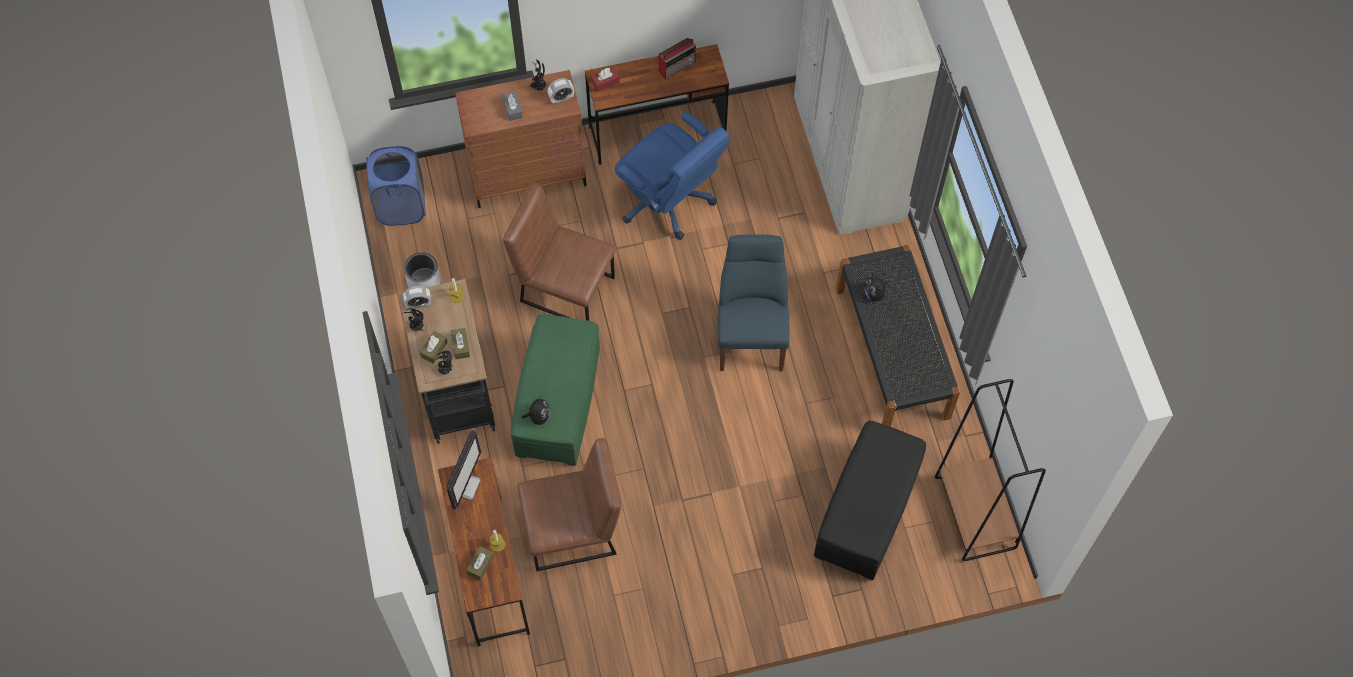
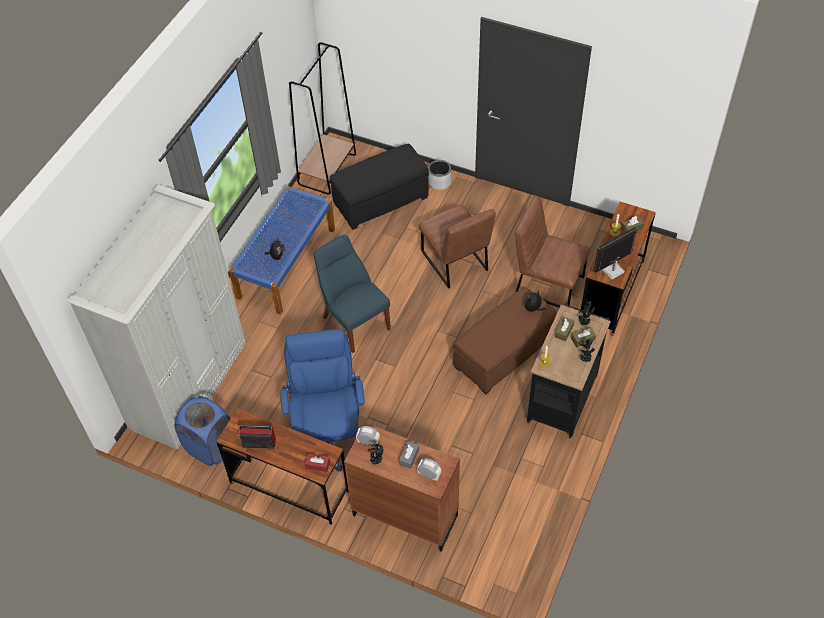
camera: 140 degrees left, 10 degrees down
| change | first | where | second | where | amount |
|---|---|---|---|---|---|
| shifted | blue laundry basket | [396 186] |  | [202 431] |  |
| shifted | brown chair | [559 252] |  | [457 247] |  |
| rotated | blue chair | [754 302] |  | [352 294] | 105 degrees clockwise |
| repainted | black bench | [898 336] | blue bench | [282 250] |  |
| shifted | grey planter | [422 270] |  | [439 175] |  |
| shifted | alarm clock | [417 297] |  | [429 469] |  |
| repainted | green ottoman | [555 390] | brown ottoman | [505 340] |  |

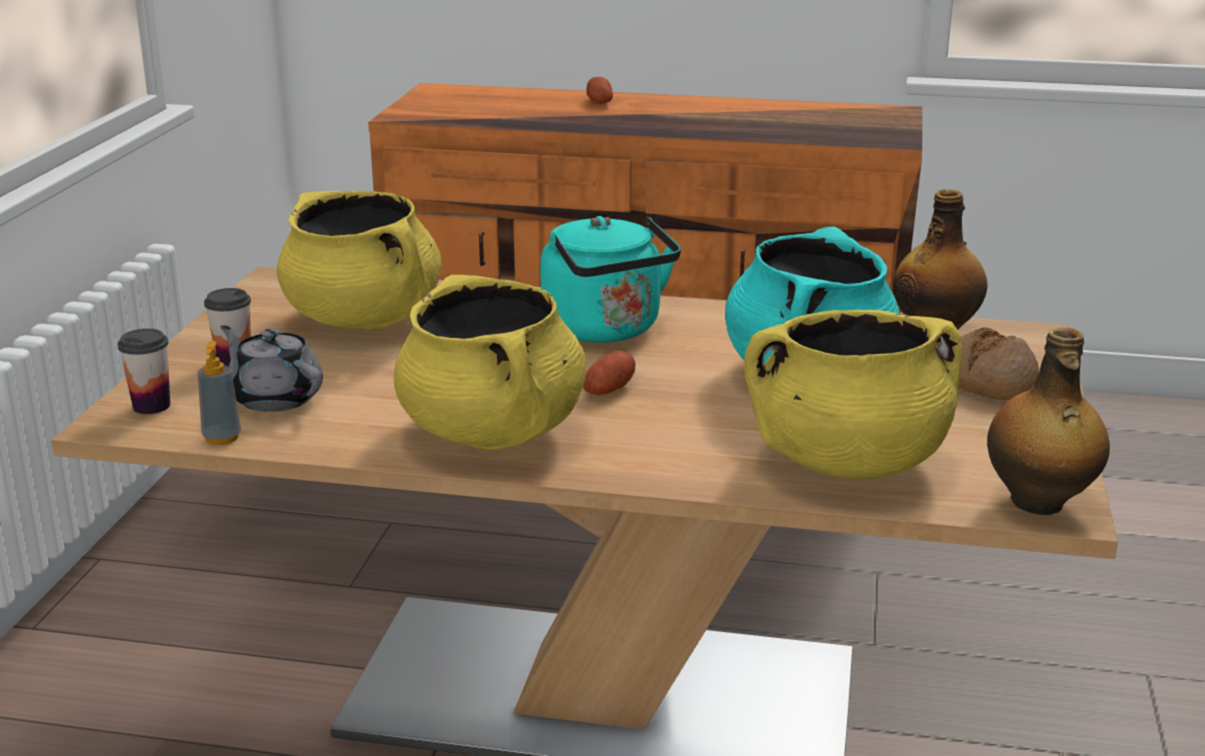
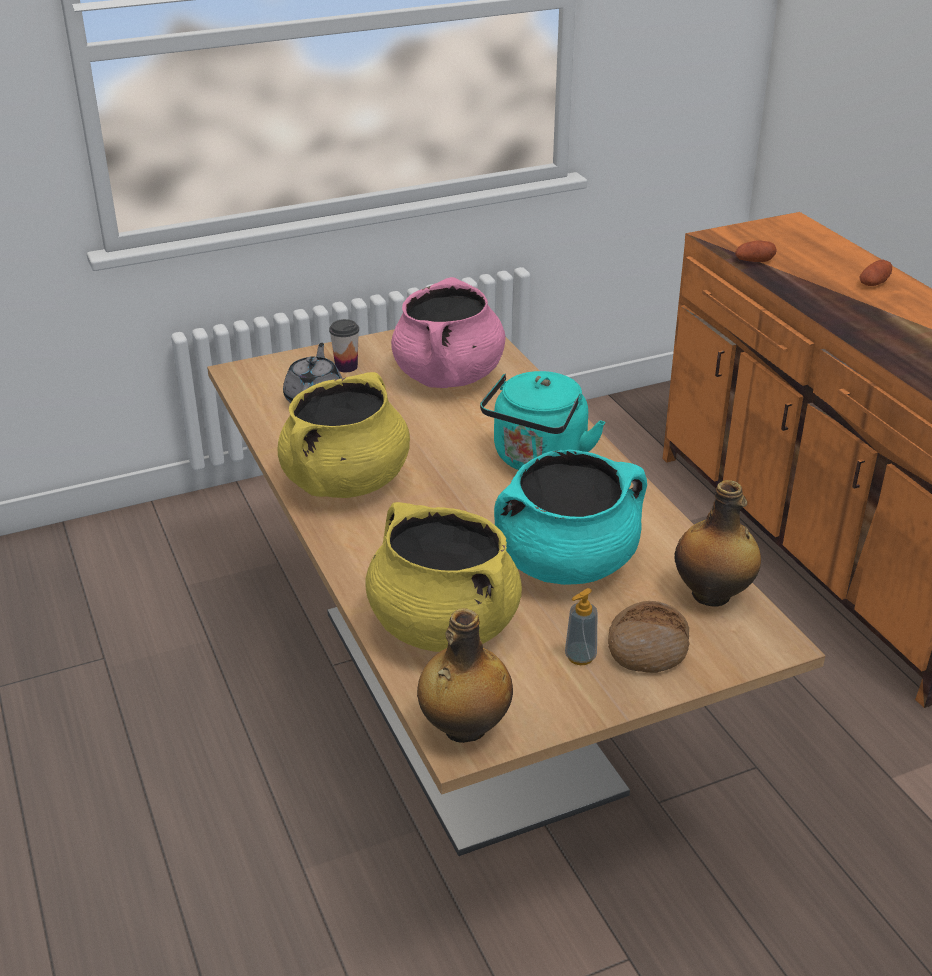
camera: 55 degrees right, 10 degrees up
| change | first | where | second | where | amount |
|---|---|---|---|---|---|
| repainted | yellow cooking pot | [359 260] | pink cooking pot | [448 332] |  |
| gone | cup | [144 371] |  |  |  |
| shifted | soap dispenser | [219 393] |  | [581 626] |  |
| shifted | potato | [609 373] |  | [756 251] |  |

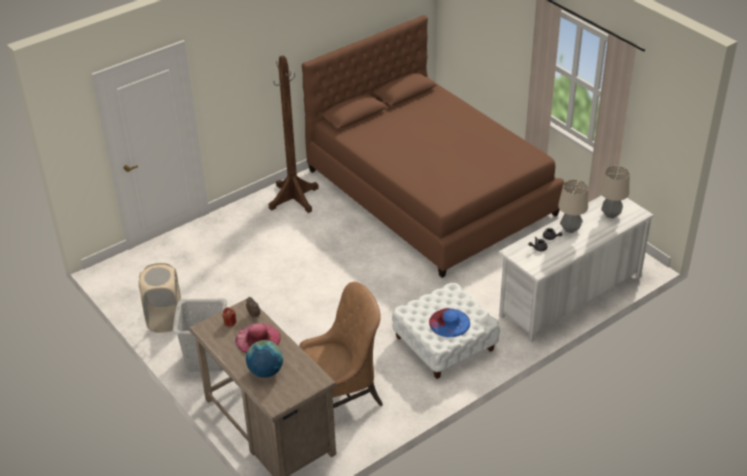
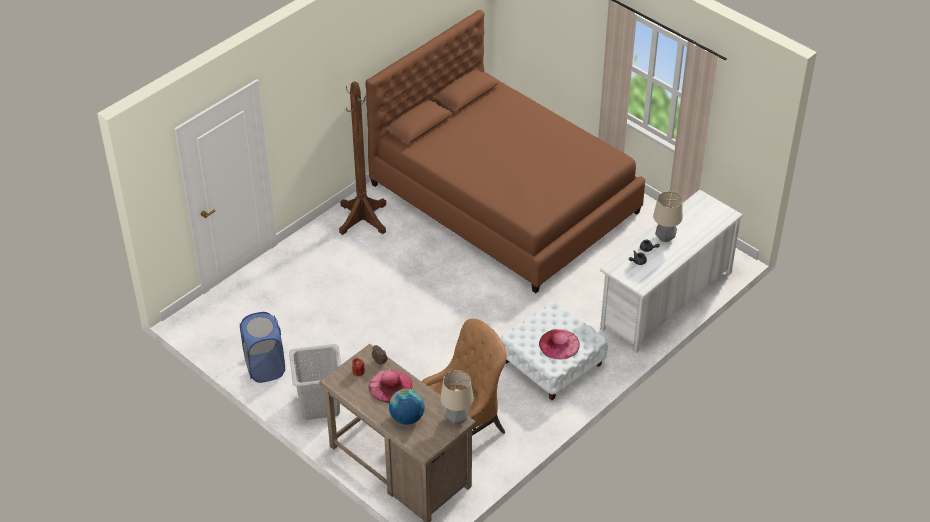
camera: 10 degrees left, 5 degrees up
| change | first | where | second | where | amount |
|---|---|---|---|---|---|
| shifted | table lamp | [615 192] |  | [457 397] |  |
| repainted | beige laundry basket | [160 298] | blue laundry basket | [262 347] |  |
| repainted | blue hat | [449 323] | pink hat | [559 344] |  |

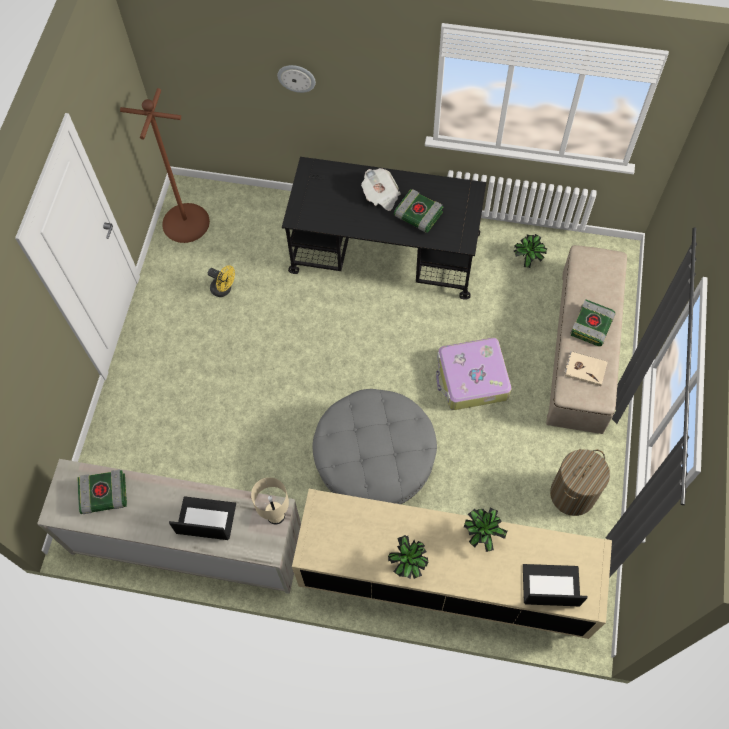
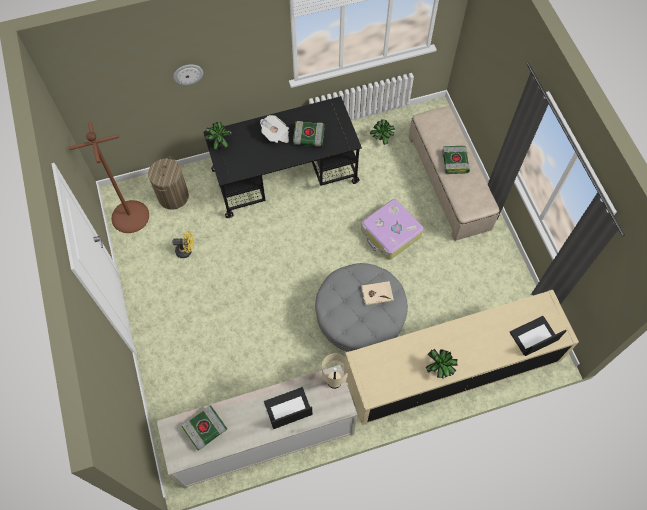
camera: 30 degrees left, 0 degrees up
| change | first | where | second | where | amount |
|---|---|---|---|---|---|
| shifted | beige book | [586 368] |  | [377 293] |  |
| shifted | laundry basket | [580 482] |  | [168 183] |  |
| shifted | potted plant | [485 529] |  | [218 136] |  |

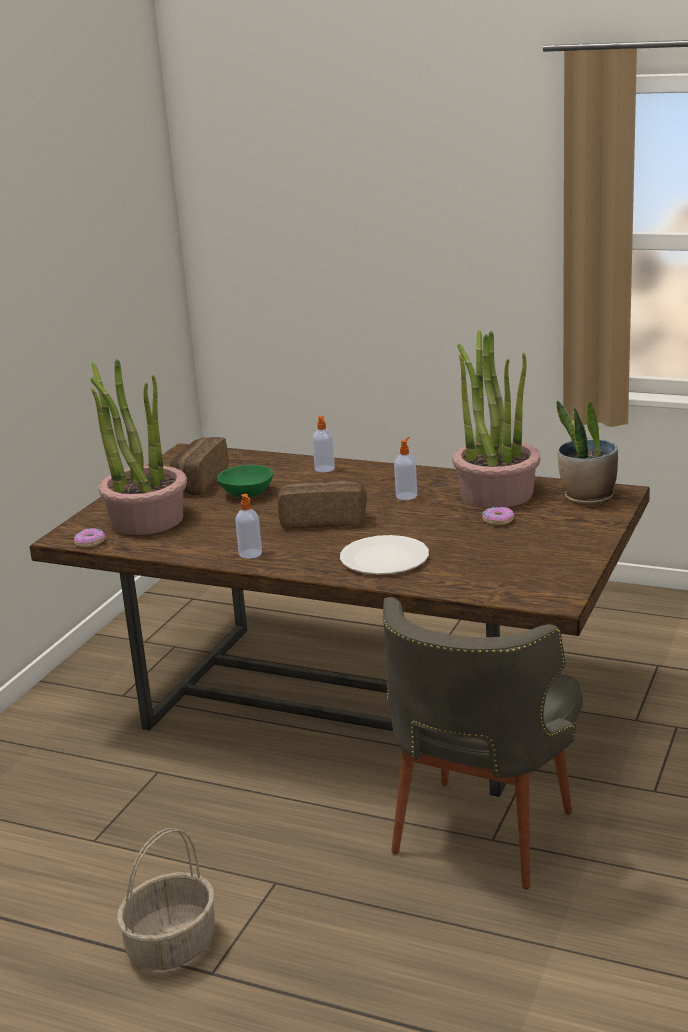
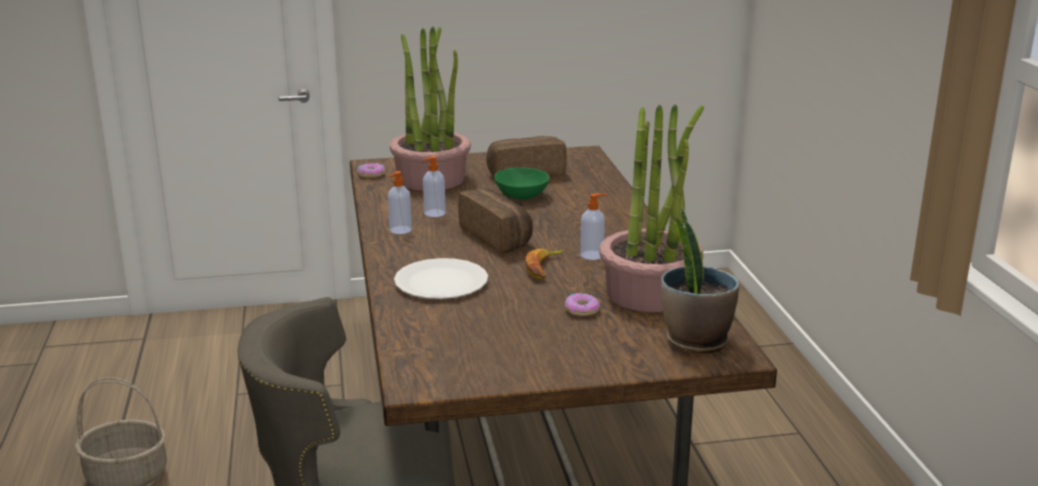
camera: 55 degrees right, 0 degrees up
| change | first | where | second | where | amount |
|---|---|---|---|---|---|
| shifted | soap dispenser | [323 444] |  | [434 186] |  |
| new |  |  | banana | [546 264] |  |

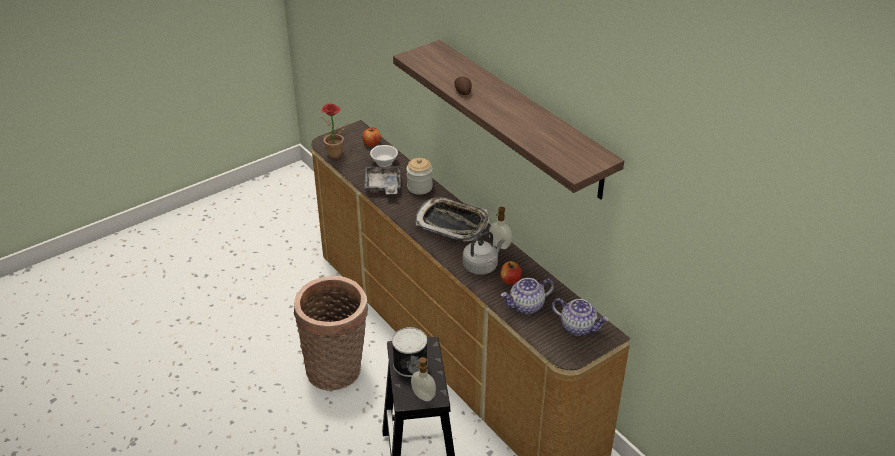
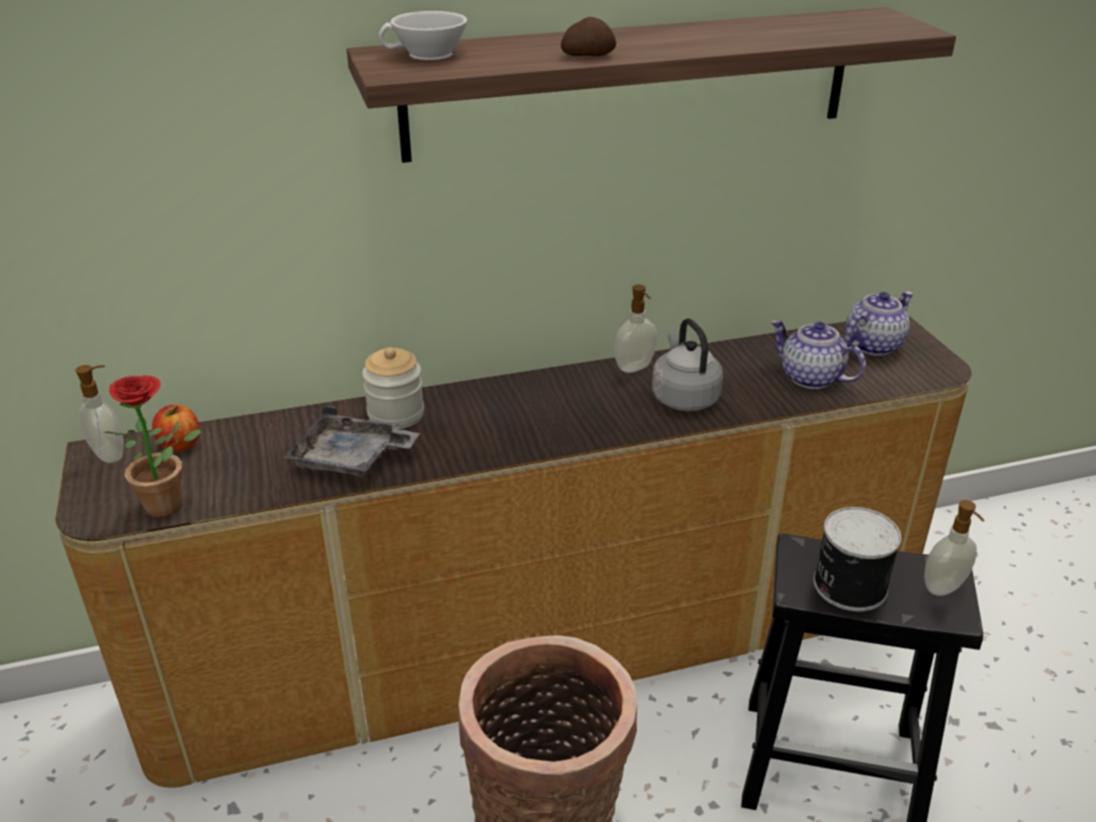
camera: 70 degrees left, 5 degrees down
| change | first | where | second | where | amount |
|---|---|---|---|---|---|
| shifted | white cup | [384 156] |  | [423 35] |  |
| gone | tray | [452 219] |  |  |  |
| gone | apple | [511 273] |  |  |  |
| rotated | teapot | [527 296] |  | [818 354] | 135 degrees clockwise |
| new |  |  | soap dispenser | [99 414] |  |

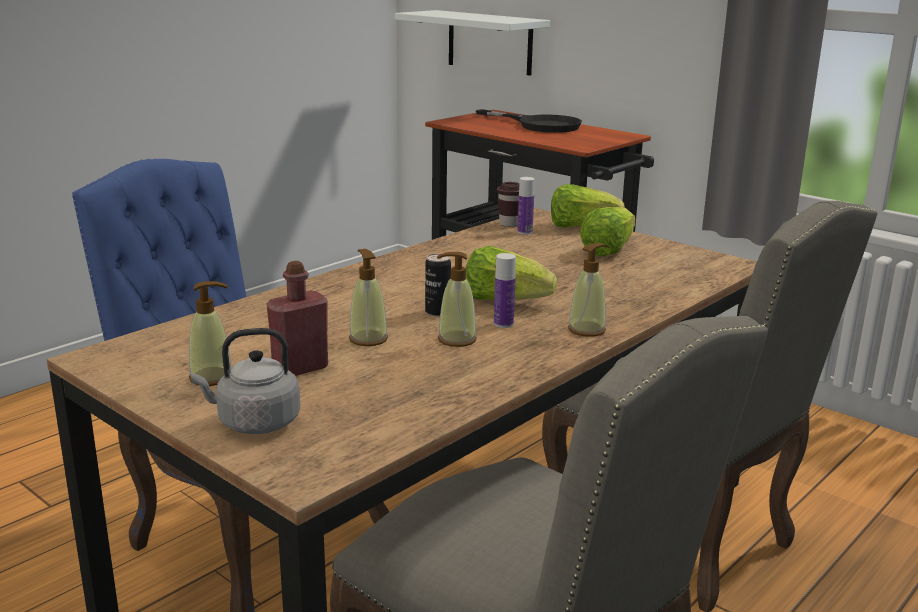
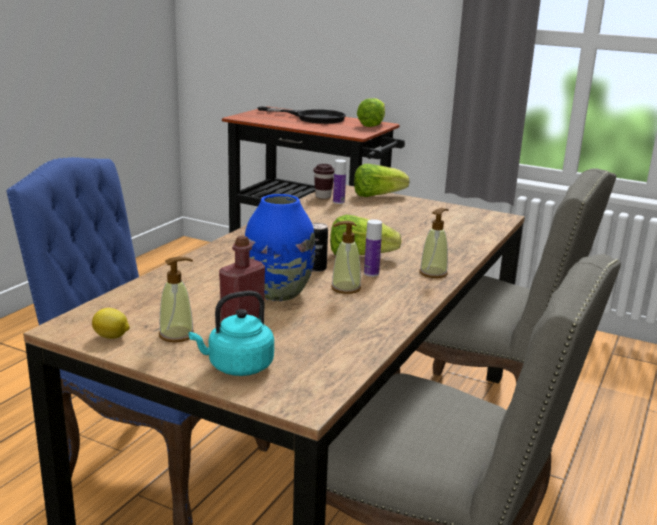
camera: 15 degrees left, 0 degrees up
| change | first | where | second | where | amount |
|---|---|---|---|---|---|
| gone | white shelf | [472 43] |  |  |  |
| shifted | lettuce | [607 231] |  | [371 112] |  |
| swapped | soap dispenser | [368 297] | blue vase | [280 247] |  |
| repainted | grey kettle | [245 381] | turquoise kettle | [231 333] |  |
| new |  |  | lemon | [111 323] |  |

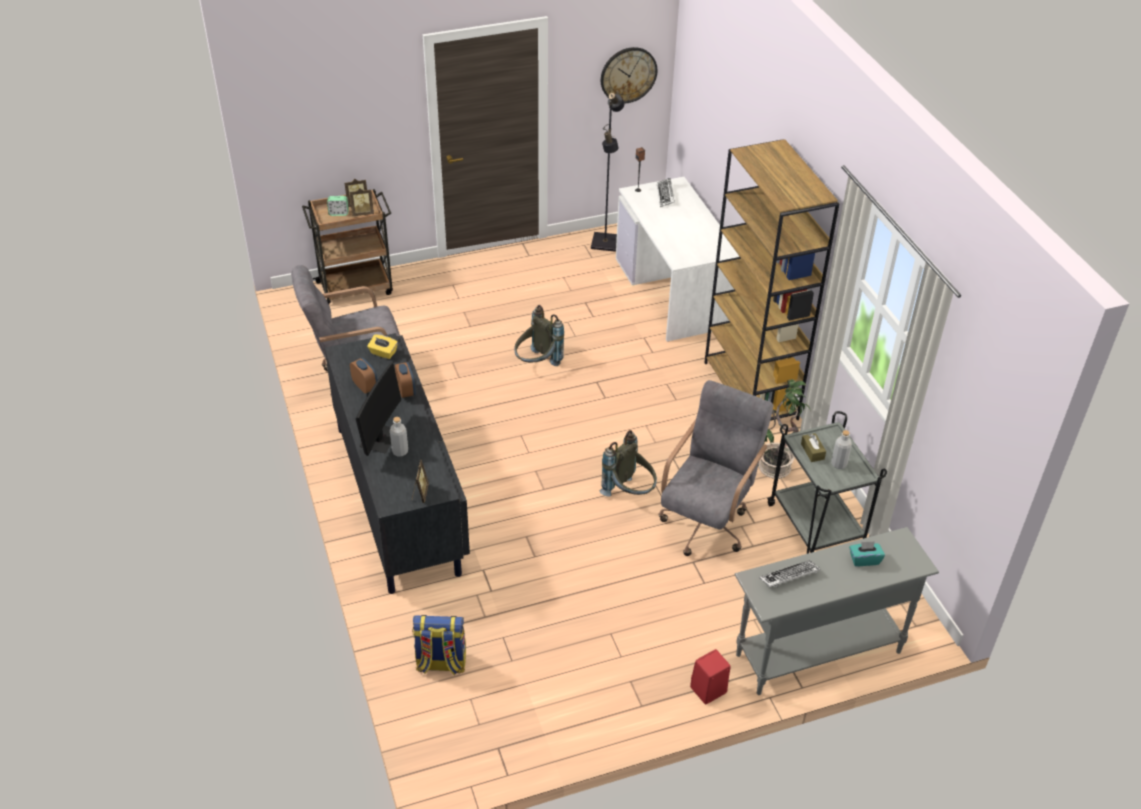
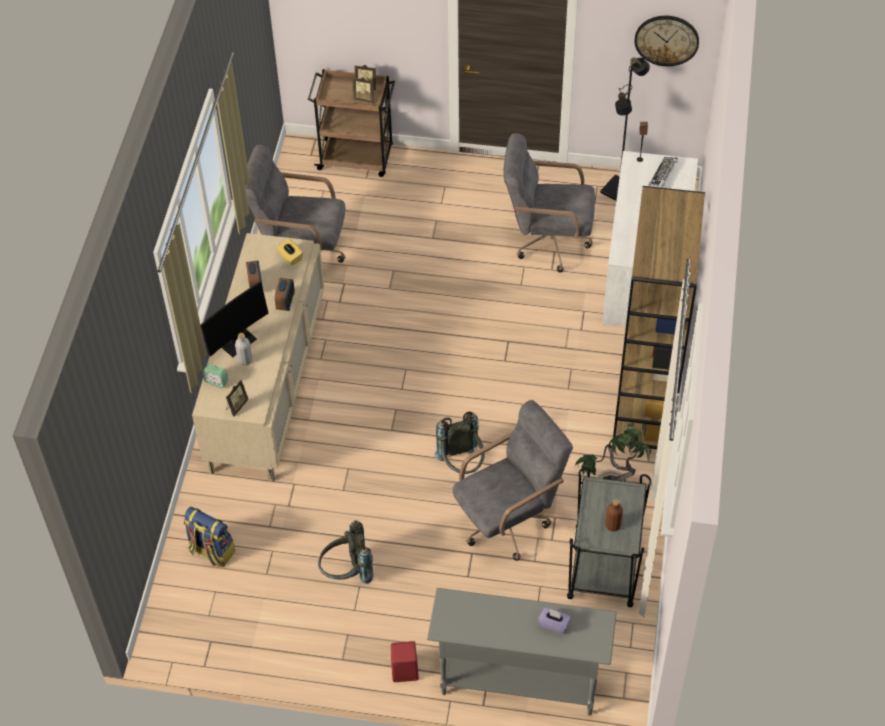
camera: 30 degrees right, 10 degrees up
| change | first | where | second | where | amount |
|---|---|---|---|---|---|
| shifted | alarm clock | [338 206] |  | [215 376] |  |
| shifted | grey backpack | [539 335] |  | [346 552] |  |
| repainted | black cabinet | [397 463] | beige cabinet | [258 357] |  |
| repainted | grey bottle | [841 449] | brown bottle | [614 515] |  |
| gone | brown tissue box | [813 447] |  |  |  |
| repainted | turquoise tissue box | [867 553] | purple tissue box | [554 620] |  |
| gone | keyboard | [790 573] |  |  |  |
| new |  |  | grey office chair | [549 202] |  |

